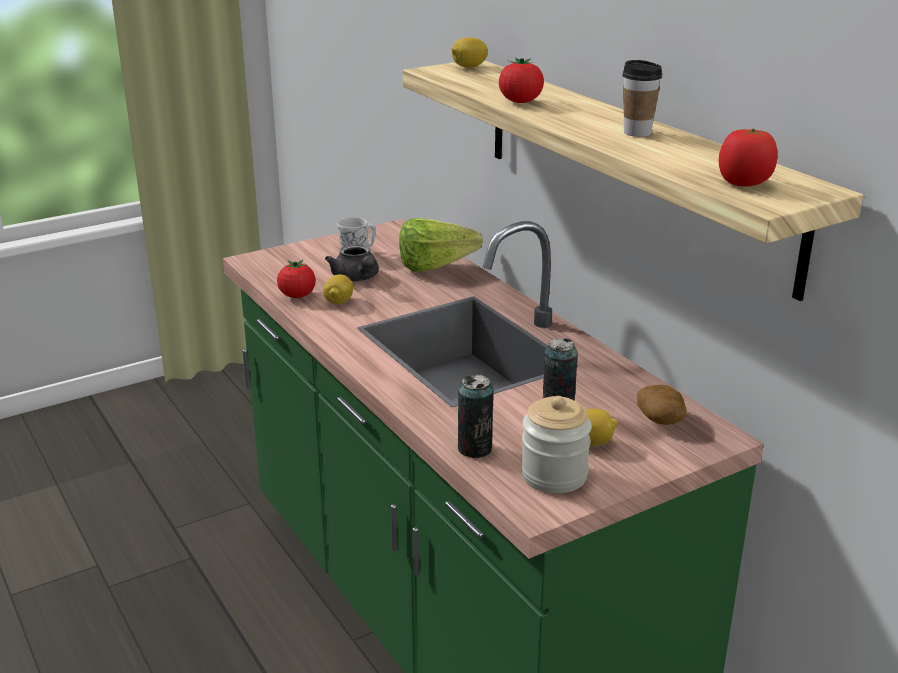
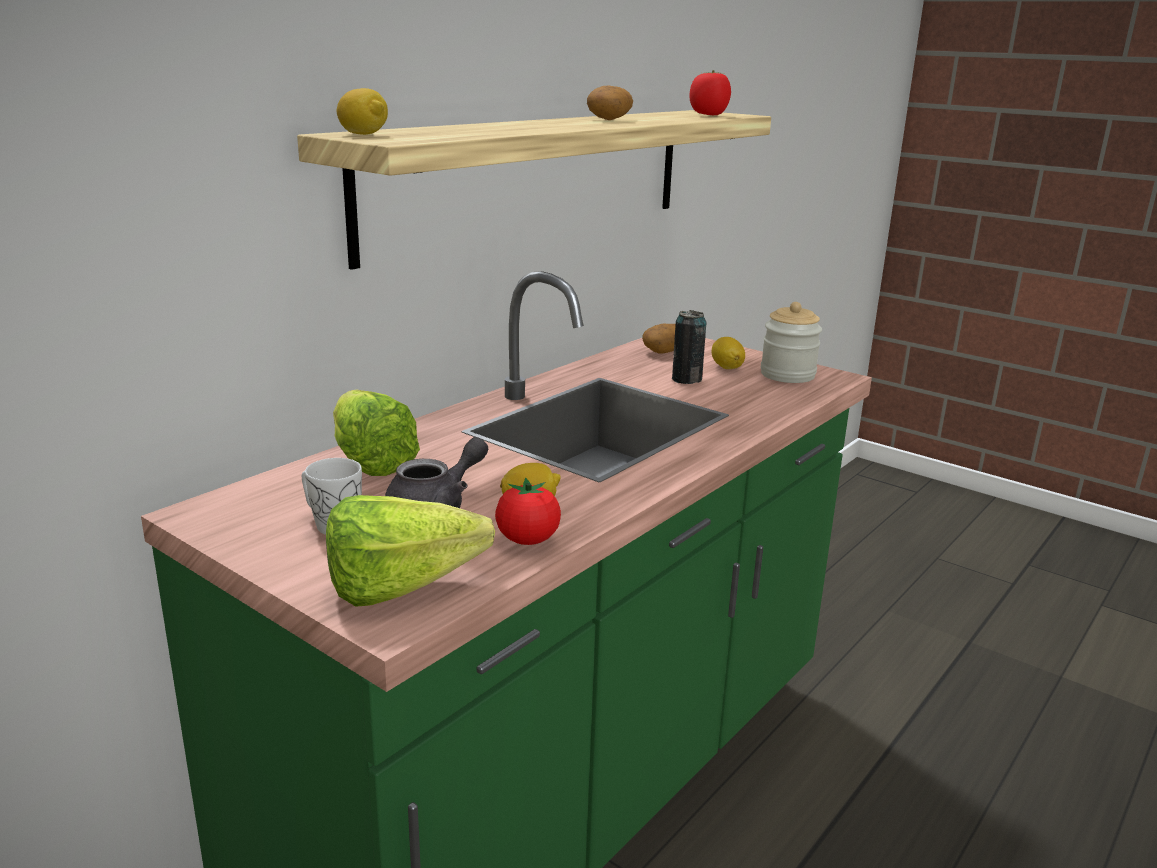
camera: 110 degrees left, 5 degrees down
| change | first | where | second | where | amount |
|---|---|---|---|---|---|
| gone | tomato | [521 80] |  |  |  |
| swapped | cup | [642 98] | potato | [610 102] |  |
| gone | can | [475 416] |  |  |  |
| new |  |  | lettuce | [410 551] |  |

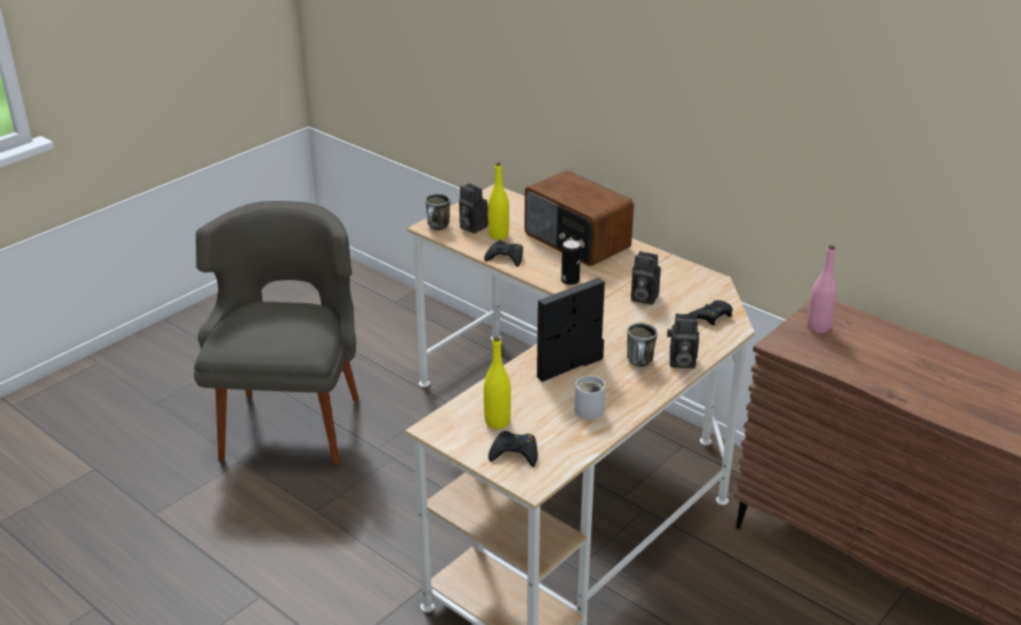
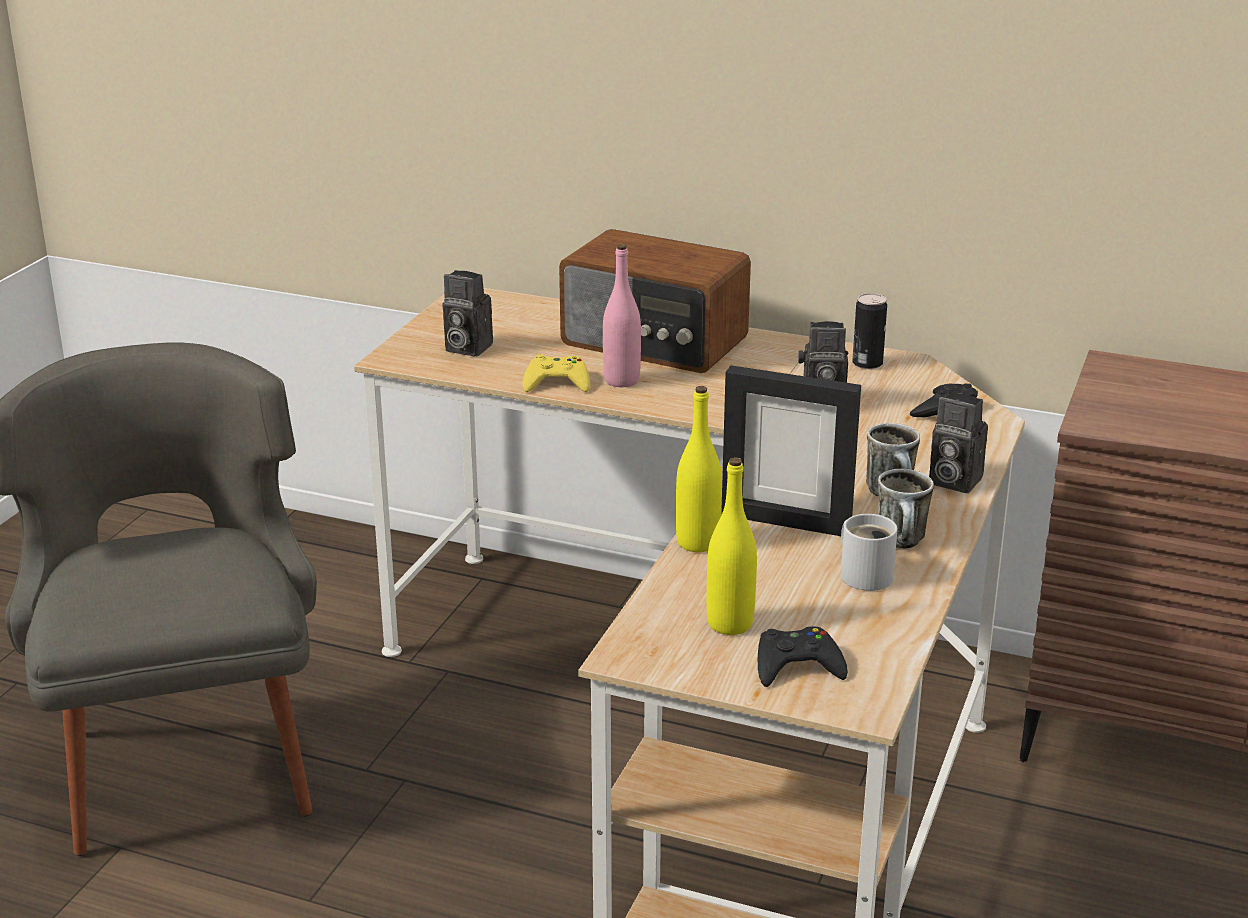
camera: 20 degrees left, 5 degrees down
| change | first | where | second | where | amount |
|---|---|---|---|---|---|
| shifted | yellow bottle | [498 201] |  | [699 469] |  |
| shifted | mug | [437 211] |  | [906 509] |  |
| repainted | black game controller | [503 253] | yellow game controller | [556 373] |  |
| shifted | can | [571 262] |  | [869 331] |  |
| shifted | pink bottle | [822 289] |  | [622 315] |  |
| rotated | picture frame | [571 330] |  | [791 450] | 105 degrees counterclockwise |
| rotated | photo camera | [683 341] |  | [958 442] | 45 degrees clockwise |

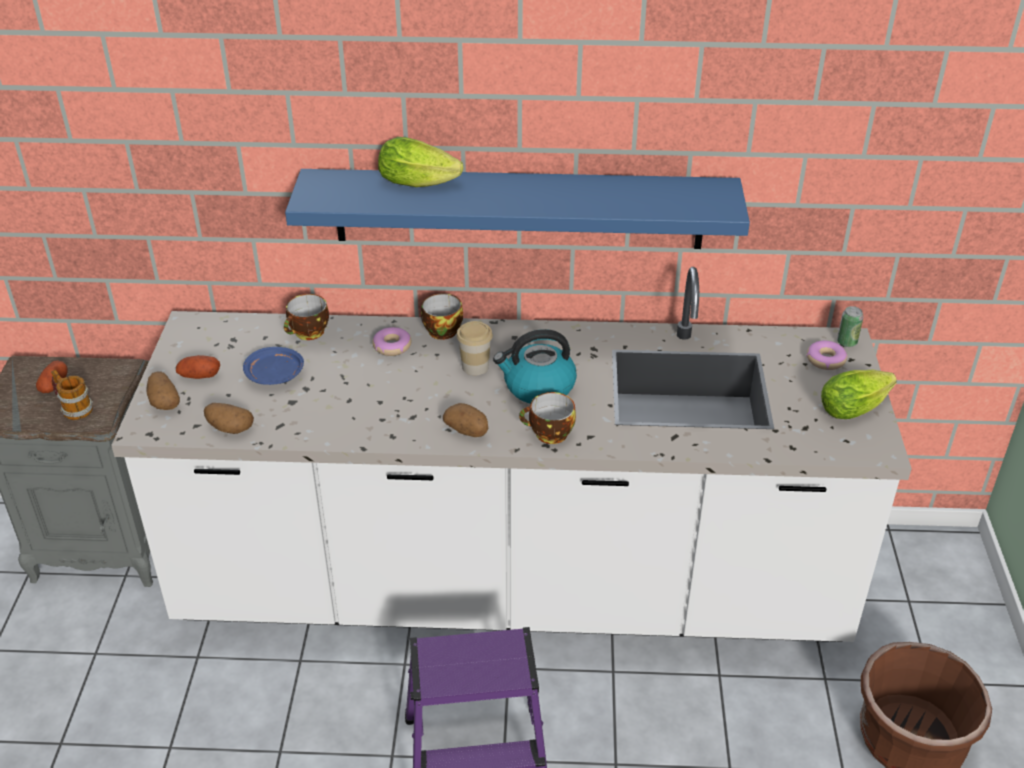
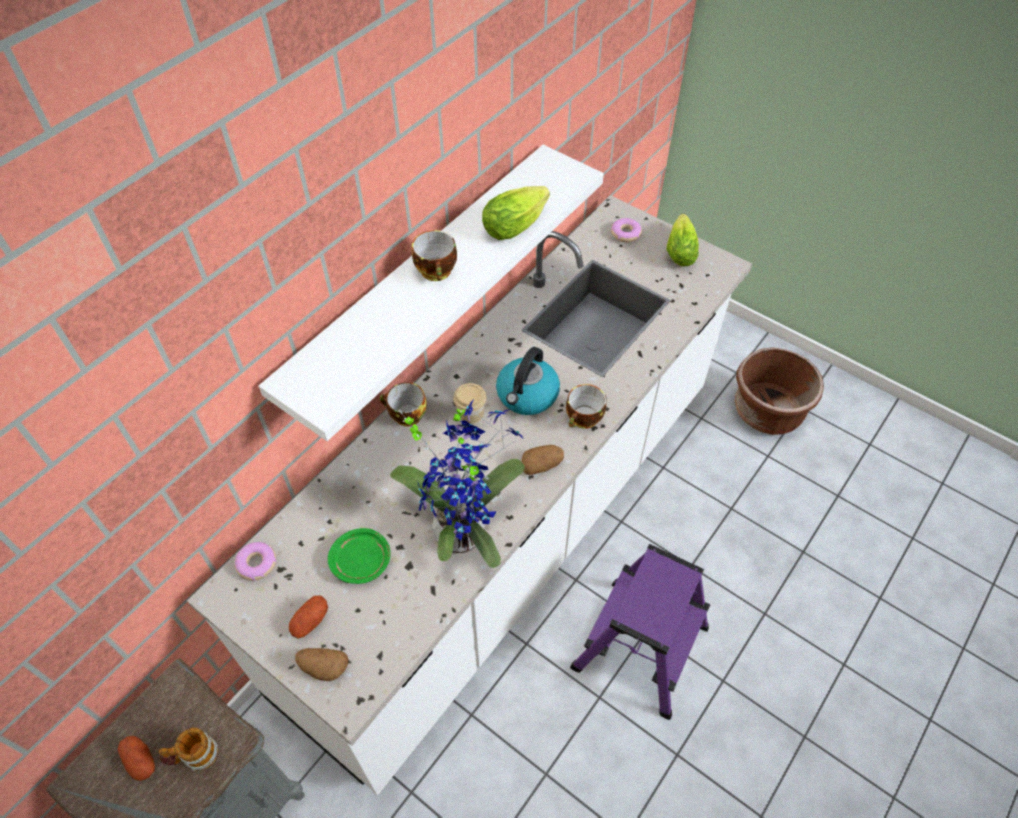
camera: 55 degrees left, 15 degrees up
| change | first | where | second | where | amount |
|---|---|---|---|---|---|
| shifted | lettuce | [420 162] |  | [516 213] |  |
| repainted | blue shelf | [517 209] | white shelf | [431 293] |  |
| shifted | cup | [306 317] |  | [434 255] |  |
| gone | can | [850 326] |  |  |  |
| shifted | donut | [391 341] |  | [256 561] |  |
| repainted | blue plate | [273 366] | green plate | [359 556] |  |
| gone | potato | [229 418] |  |  |  |
| new |  |  | potted plant | [457 483] |  |

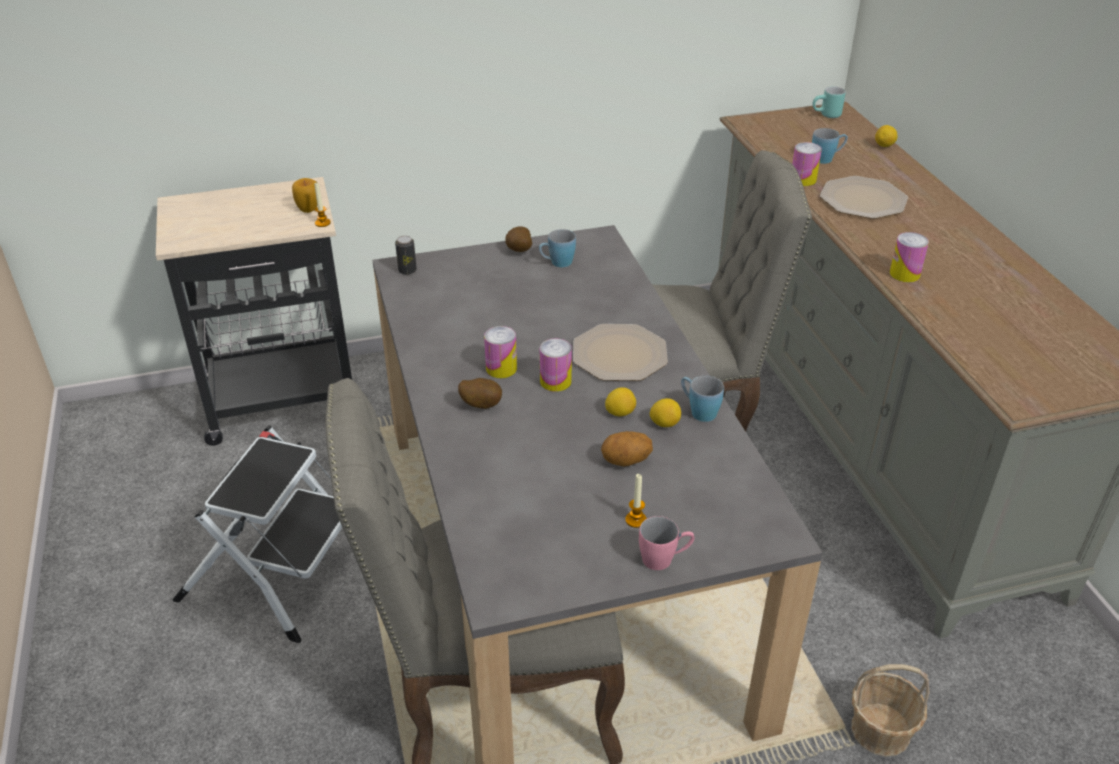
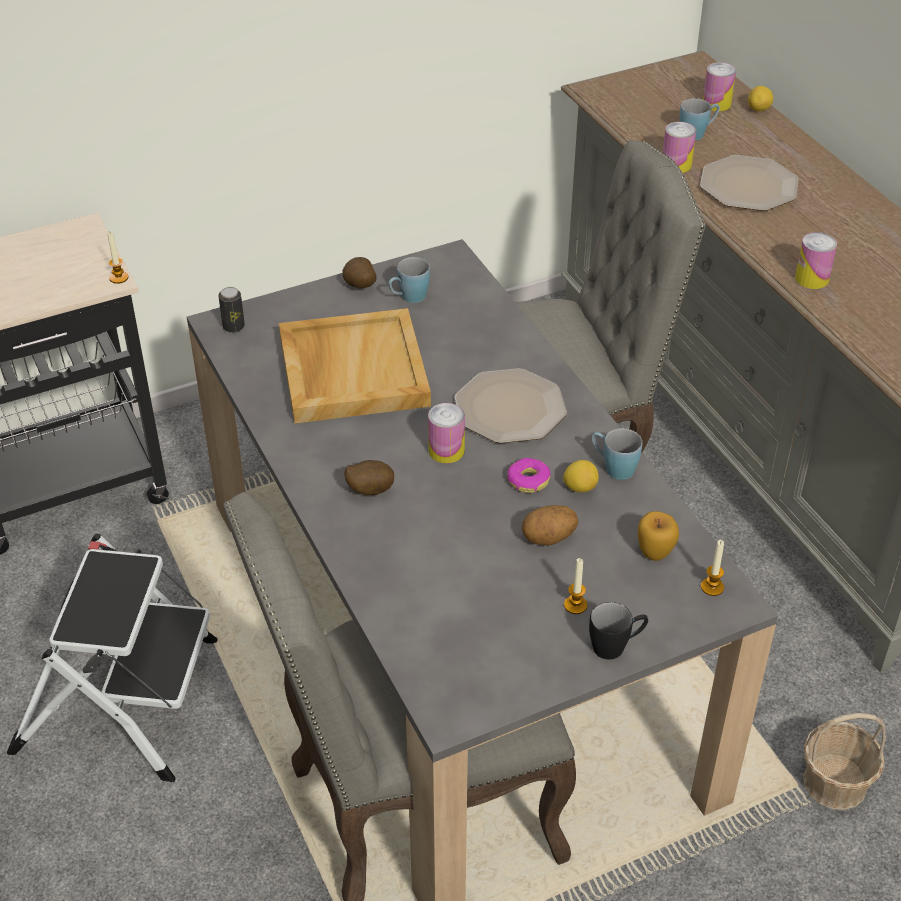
camera: 10 degrees left, 5 degrees up
| change | first | where | second | where | amount |
|---|---|---|---|---|---|
| gone | turquoise mug | [829 102] |  |  |  |
| shifted | apple | [304 195] |  | [658 536] |  |
| shifted | can | [500 352] |  | [719 87] |  |
| swapped | lemon | [620 401] | donut | [529 475] |  |
| repainted | pink mug | [666 543] | black mug | [618 631] |  |
| new |  |  | beige tray | [355 366] |  |
| new |  |  | candle | [712 568] |  |

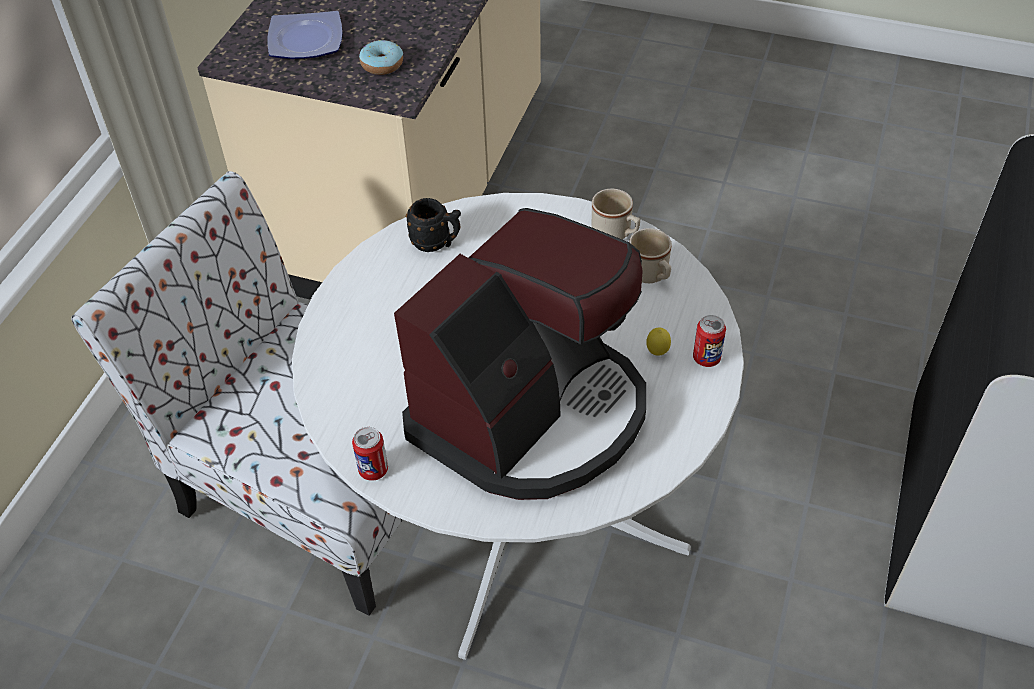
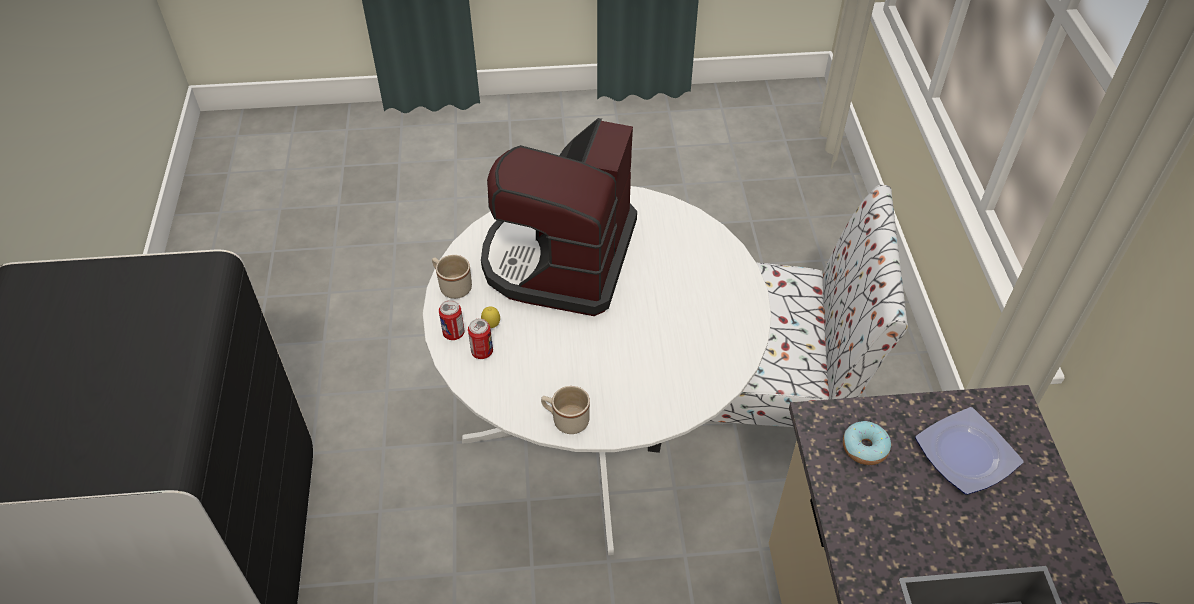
camera: 155 degrees right, 0 degrees up
| change | first | where | second | where | amount |
|---|---|---|---|---|---|
| gone | black mug | [433 225] |  |  |  |
| shifted | beige mug | [650 255] |  | [452 277] |  |
| shifted | can | [370 454] |  | [480 339] |  |

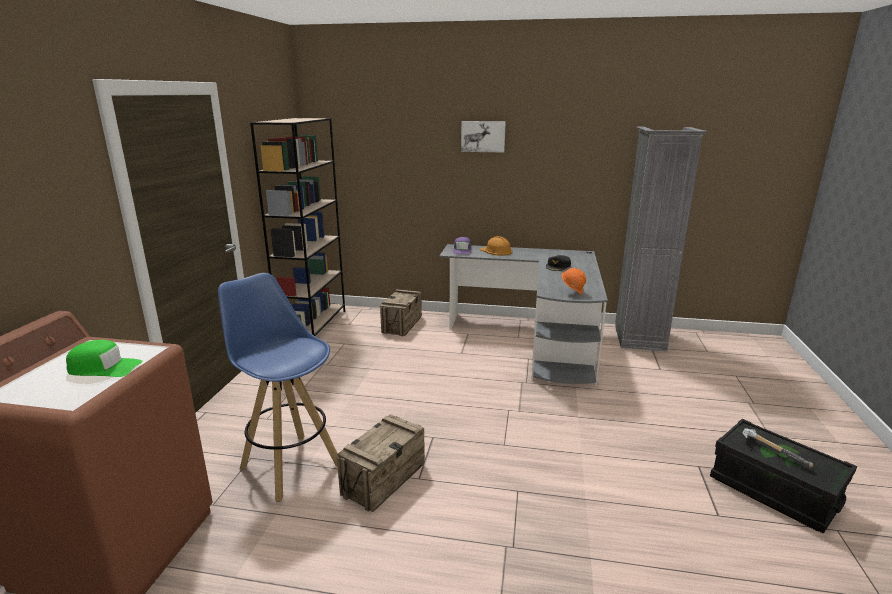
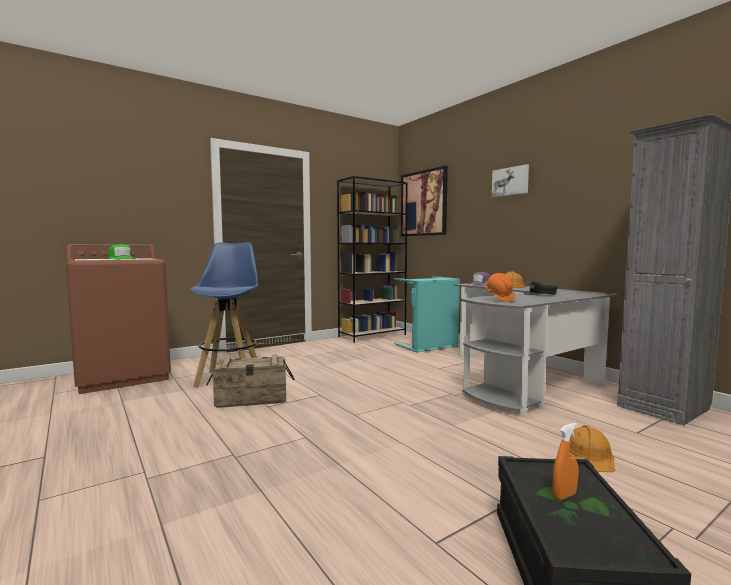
camera: 45 degrees right, 15 degrees down
| change | first | where | second | where | amount |
|---|---|---|---|---|---|
| swapped | crate | [401 312] | turquoise laundry basket | [427 315] |  |
| swapped | hammer | [777 448] | orange spray bottle | [565 461] |  |
| new |  |  | picture | [424 201] |  |
| new |  |  | orange hard hat | [592 448] |  |

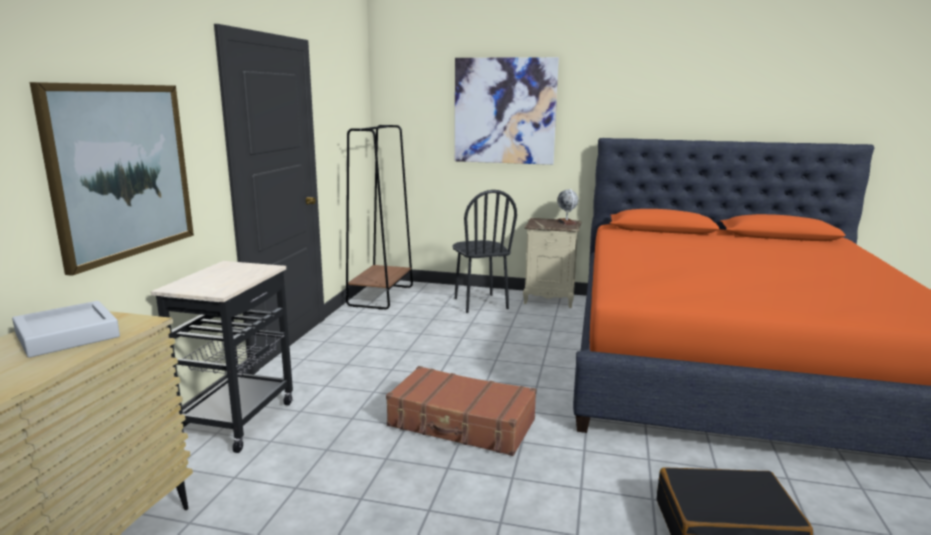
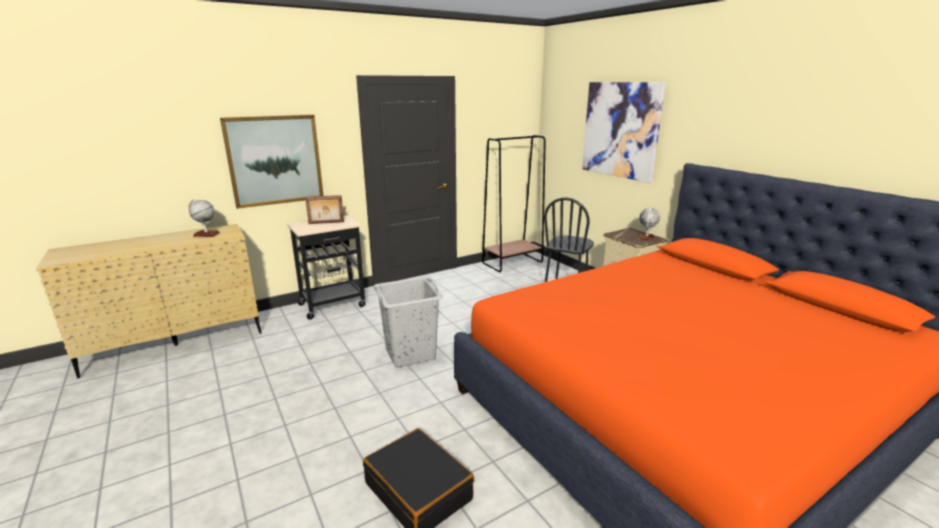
camera: 45 degrees right, 5 degrees up
| change | first | where | second | where | amount |
|---|---|---|---|---|---|
| swapped | grey tray | [66 329] | globe | [204 218] |  |
| swapped | brown suitcase | [461 411] | grey laundry basket | [408 322] |  |
| new |  |  | picture frame | [324 209] |  |

